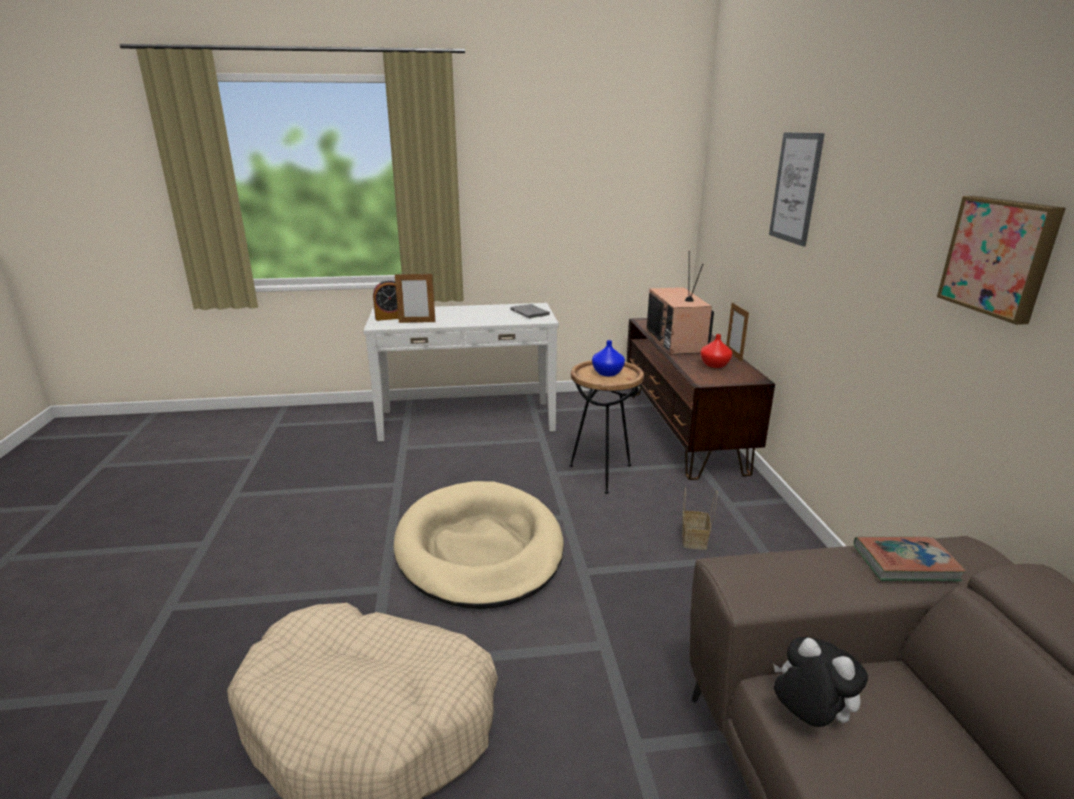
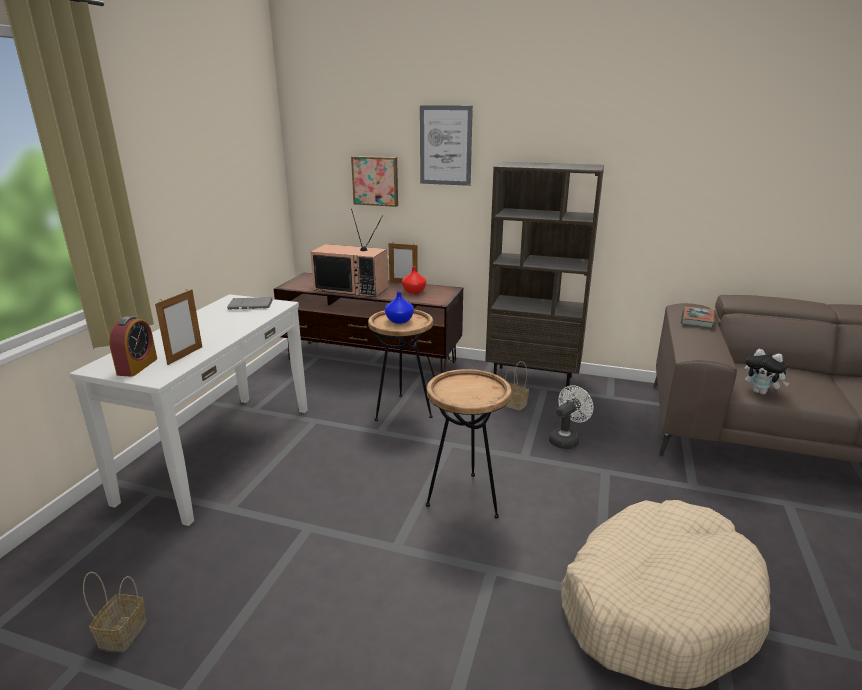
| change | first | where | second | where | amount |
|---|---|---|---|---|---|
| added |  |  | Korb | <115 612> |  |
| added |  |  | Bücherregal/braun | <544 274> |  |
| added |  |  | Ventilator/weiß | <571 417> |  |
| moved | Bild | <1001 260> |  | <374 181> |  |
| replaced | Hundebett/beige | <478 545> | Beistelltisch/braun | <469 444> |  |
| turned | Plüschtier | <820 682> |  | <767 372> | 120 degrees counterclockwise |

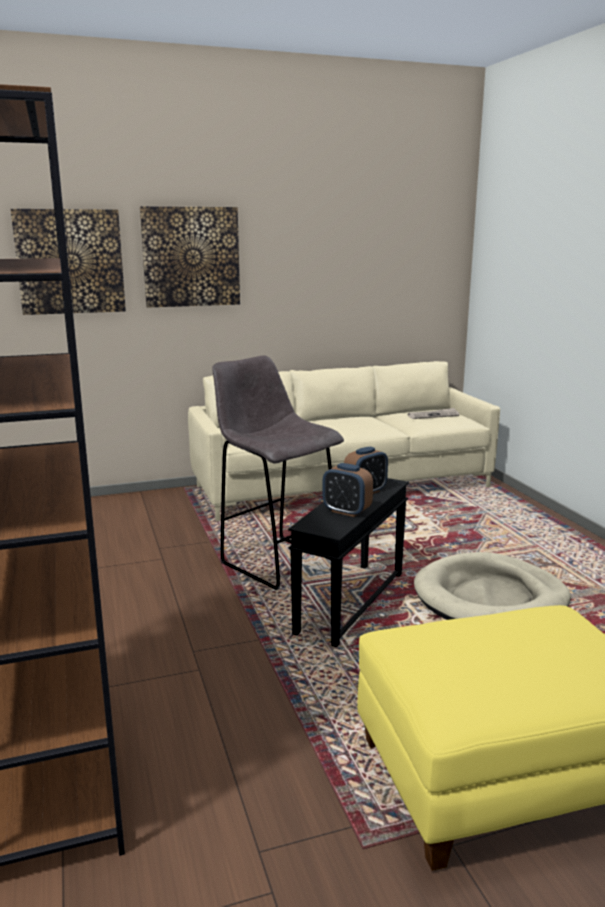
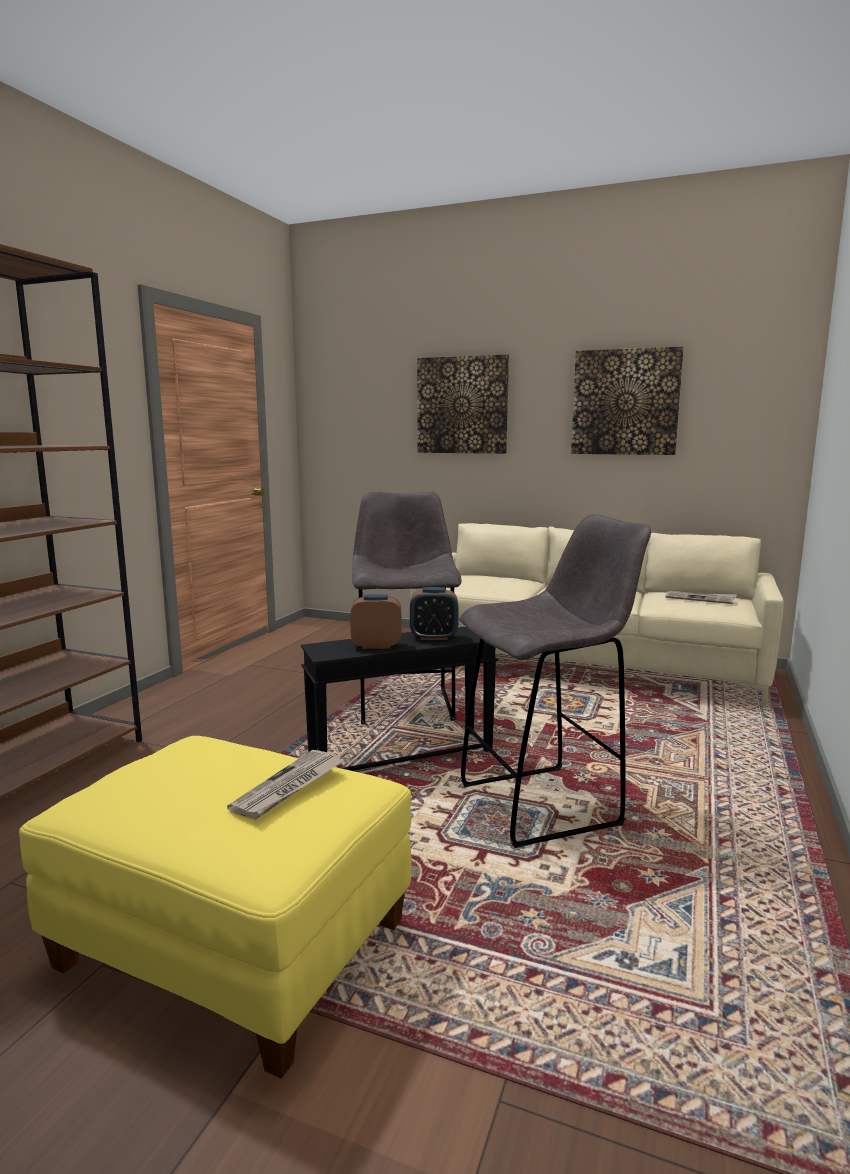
| change | first | where | second | where | amount |
|---|---|---|---|---|---|
| added |  |  | Zeitung | <285 785> |  |
| moved | Bild | <68 262> |  | <627 400> |  |
| replaced | Hundebett/beige | <492 586> | Hocker/grau | <555 681> |  |
| turned | Wecker | <347 490> |  | <376 621> | 105 degrees clockwise |

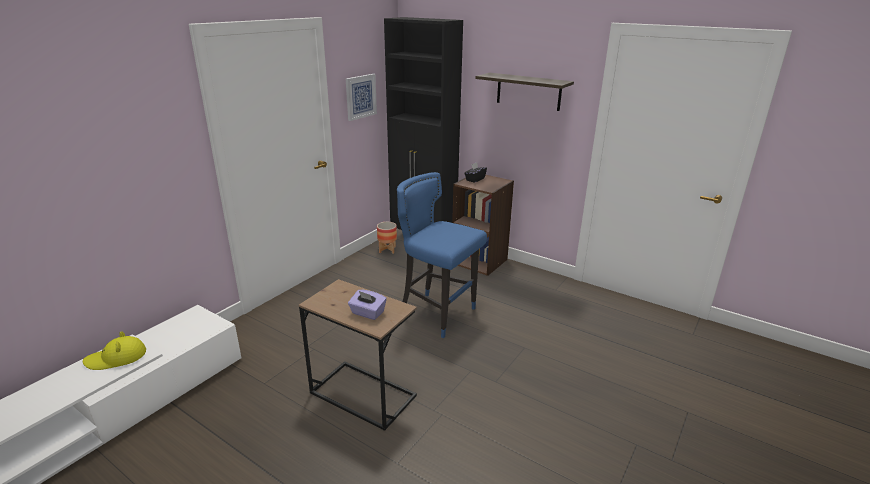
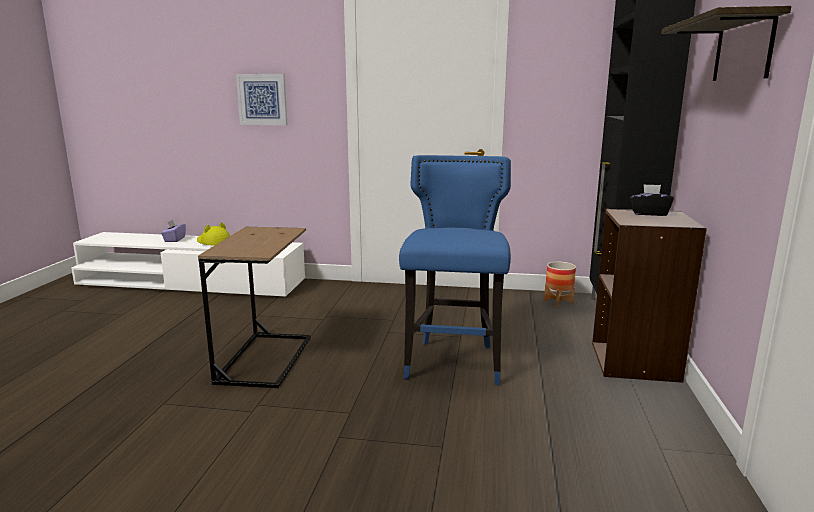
| change | first | where | second | where | amount |
|---|---|---|---|---|---|
| moved | Bild | <361 97> |  | <261 99> |  |
| moved | Taschentuchbox/lila | <367 305> |  | <173 230> |  |

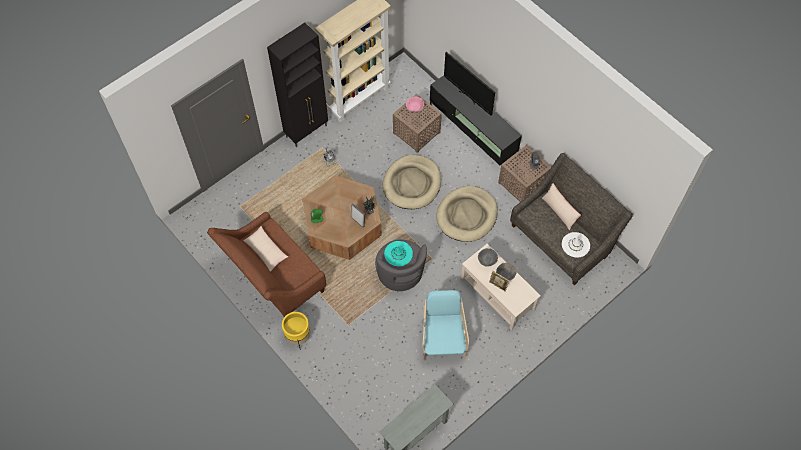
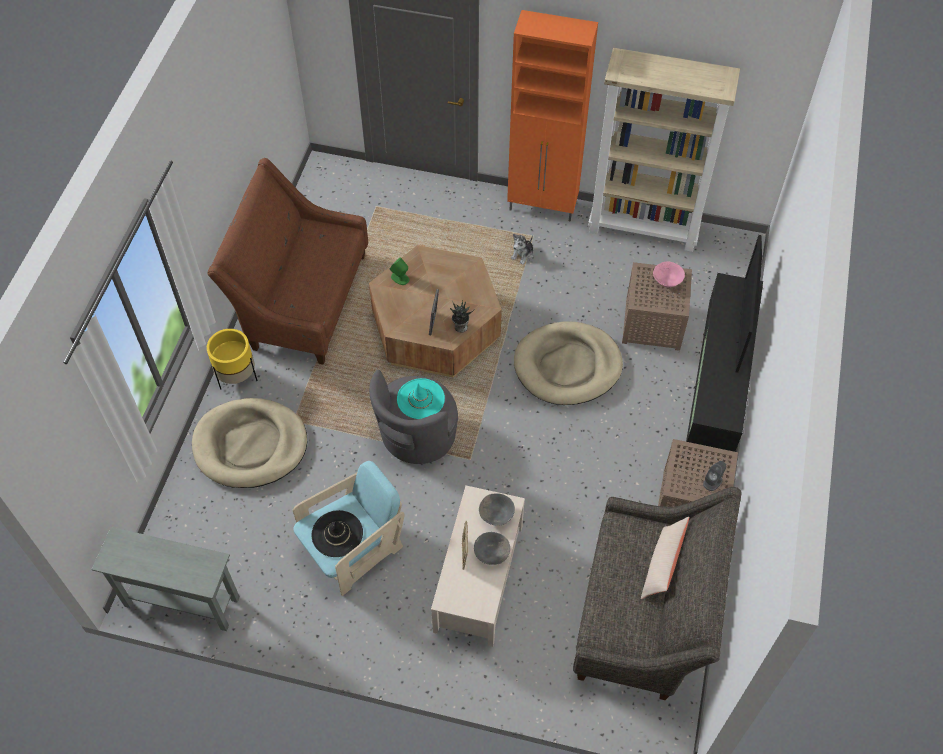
| change | first | where | second | where | amount |
|---|---|---|---|---|---|
| removed | Kissen/beige | <266 249> |  |  |  |
| removed | Hut/weiß | <576 245> |  |  |  |
| added |  |  | Hut/schwarz | <337 533> |  |
| moved | Hundebett/beige | <467 214> |  | <249 443> |  |
| recoloured | Schrank/schwarz | <297 85> | Schrank/orange | <552 116> |  |

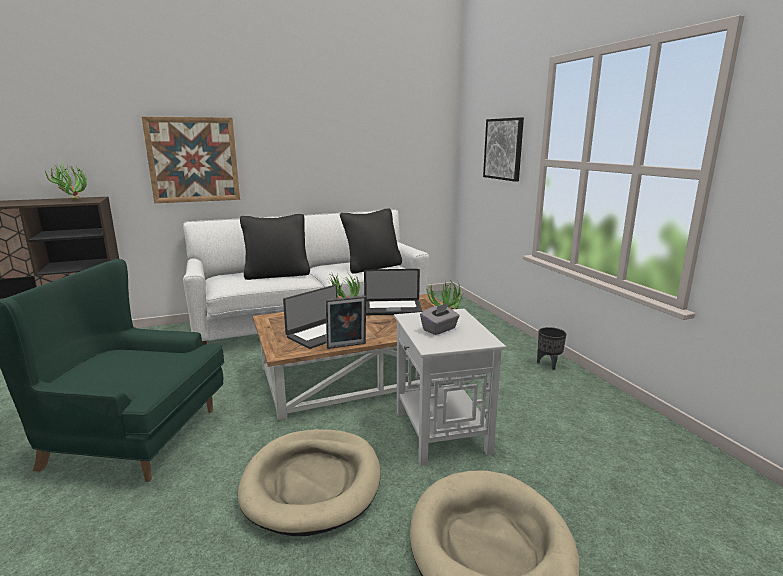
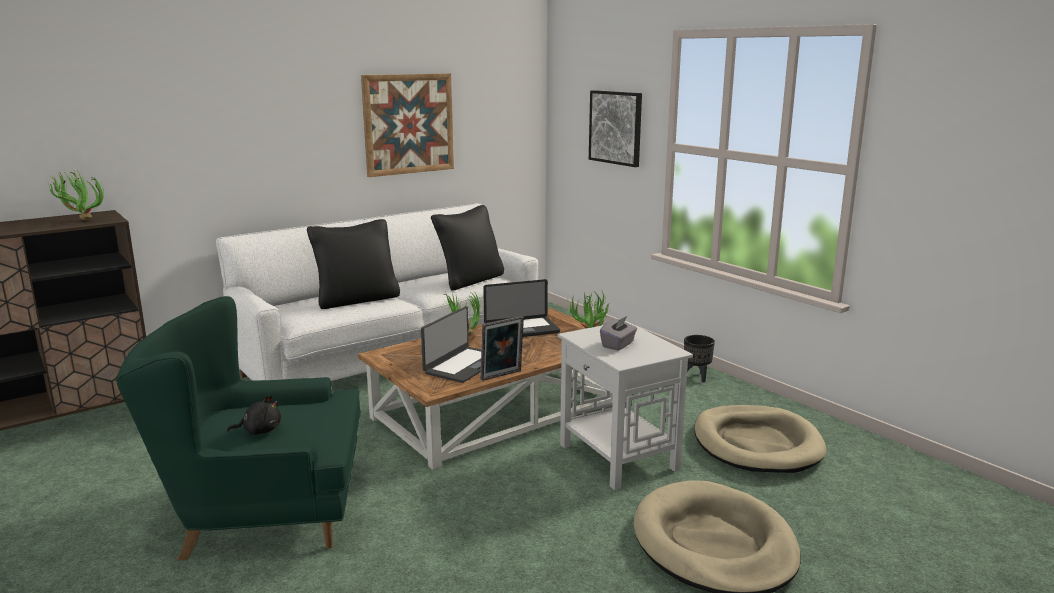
| change | first | where | second | where | amount |
|---|---|---|---|---|---|
| added |  |  | Plüschtier/schwarz | <254 415> |  |
| moved | Bild | <191 159> |  | <407 125> |  |
| moved | Hundebett/beige | <309 482> |  | <760 439> |  |

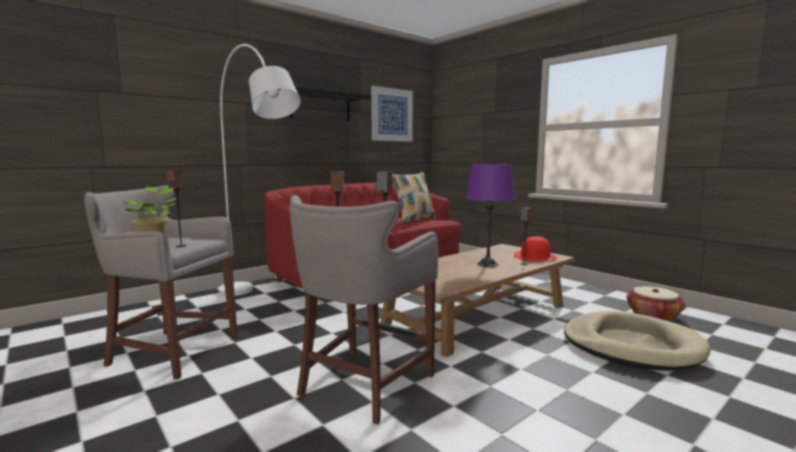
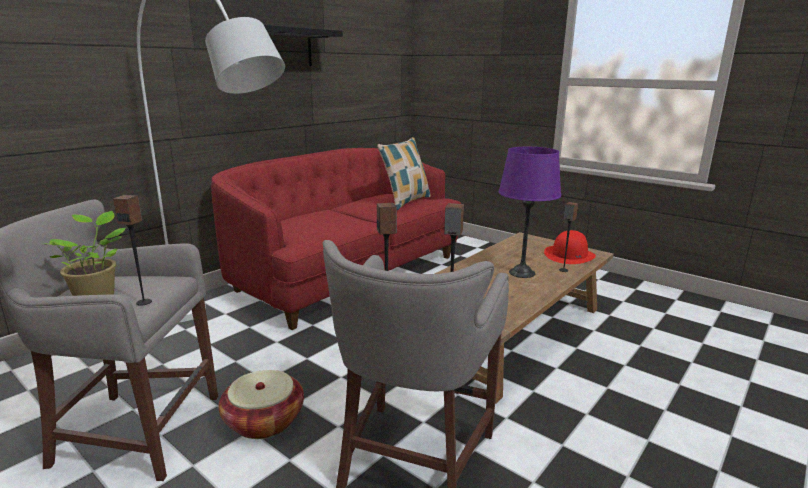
| change | first | where | second | where | amount |
|---|---|---|---|---|---|
| removed | Bild | <392 114> |  |  |  |
| removed | Hundebett/beige | <637 341> |  |  |  |
| moved | Korb | <655 303> |  | <261 404> |  |

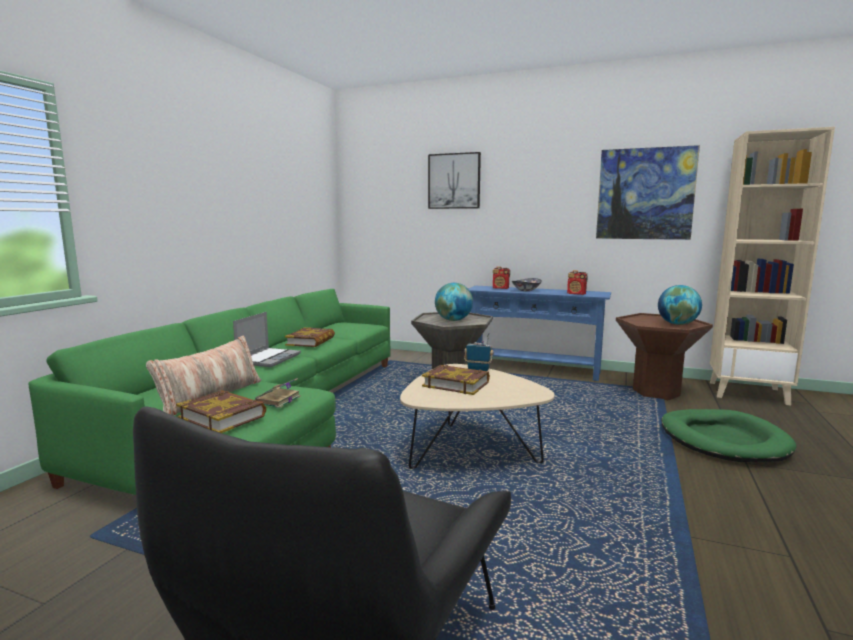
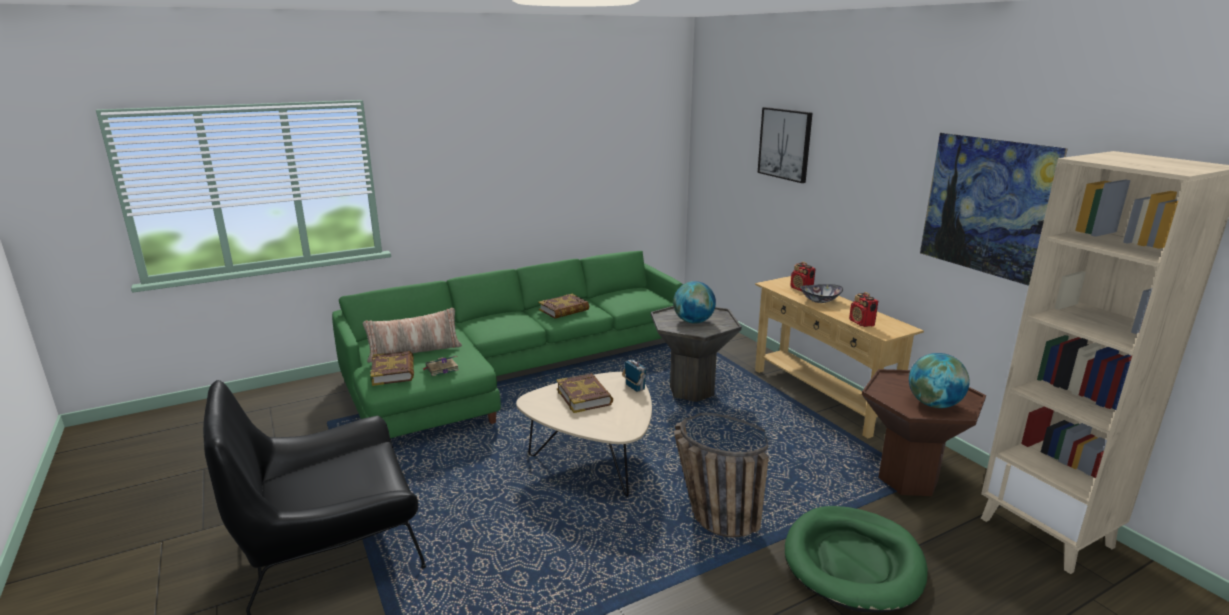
| change | first | where | second | where | amount |
|---|---|---|---|---|---|
| removed | Laptop | <267 339> |  |  |  |
| added |  |  | Korb | <721 475> |  |
| recoloured | Konsolentisch/blau | <539 333> | Konsolentisch/beige | <839 357> |  |

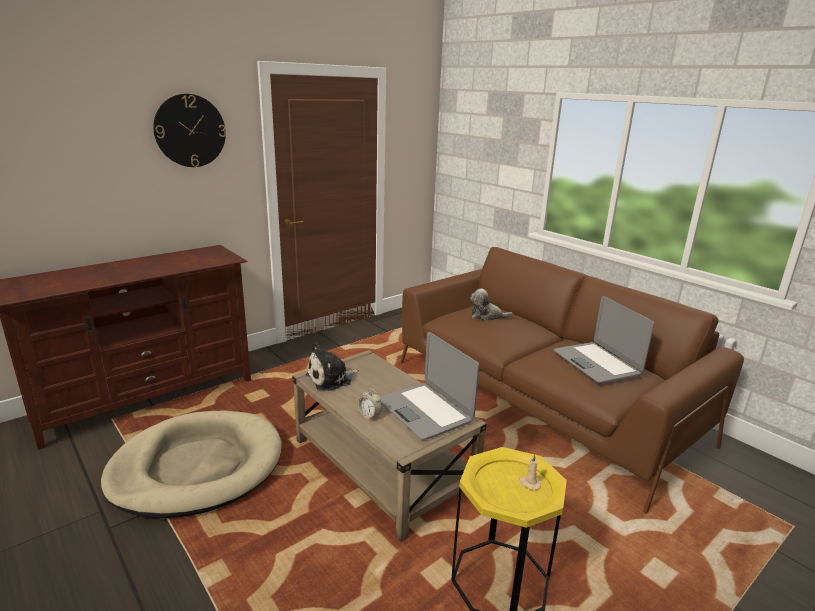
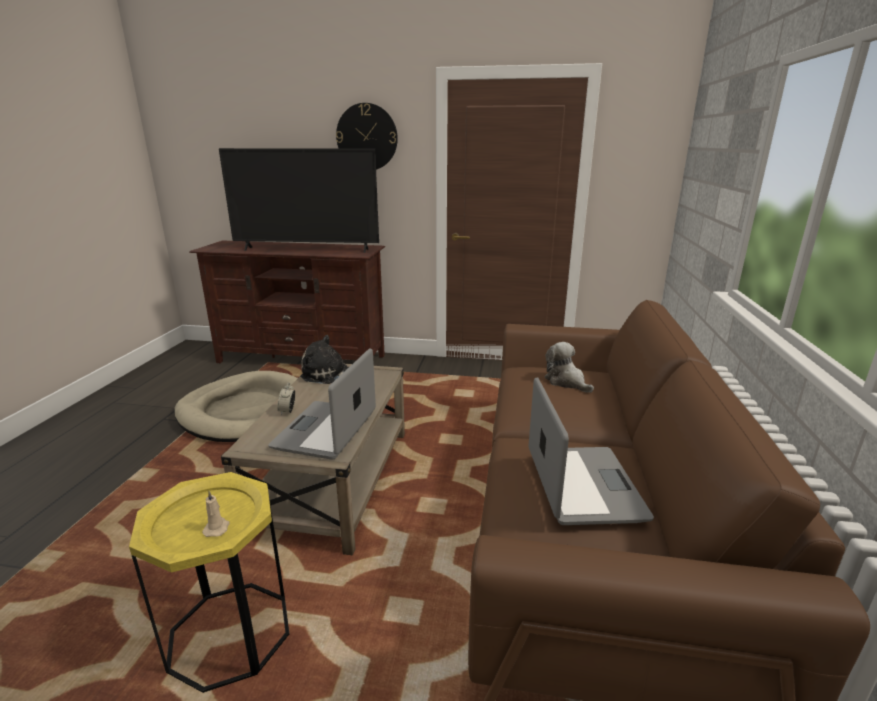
| change | first | where | second | where | amount |
|---|---|---|---|---|---|
| added |  |  | Fernseher | <299 200> |  |
| turned | Laptop | <603 339> |  | <591 451> | 150 degrees clockwise |

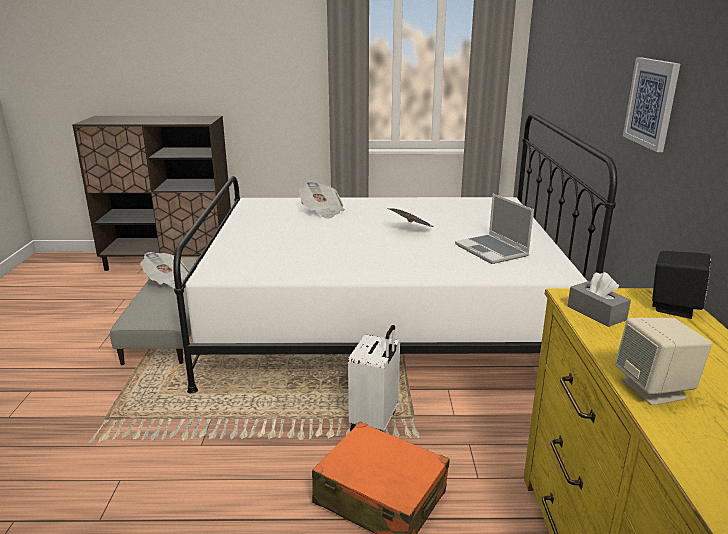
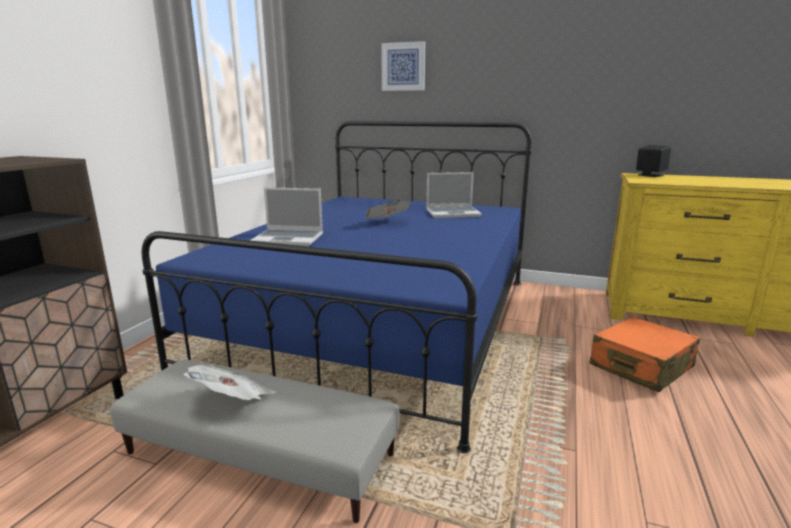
| change | first | where | second | where | amount |
|---|---|---|---|---|---|
| removed | Koffer/weiß | <374 378> |  |  |  |
| removed | Taschentuchbox/grau | <599 299> |  |  |  |
| removed | Lautsprecher/beige | <663 362> |  |  |  |
| moved | Bild | <651 105> |  | <403 66> |  |
| replaced | Zeitung | <322 200> | Laptop | <286 217> |  |
| recoloured | Bett/weiß | <395 253> | Bett/blau | <336 287> |  |

